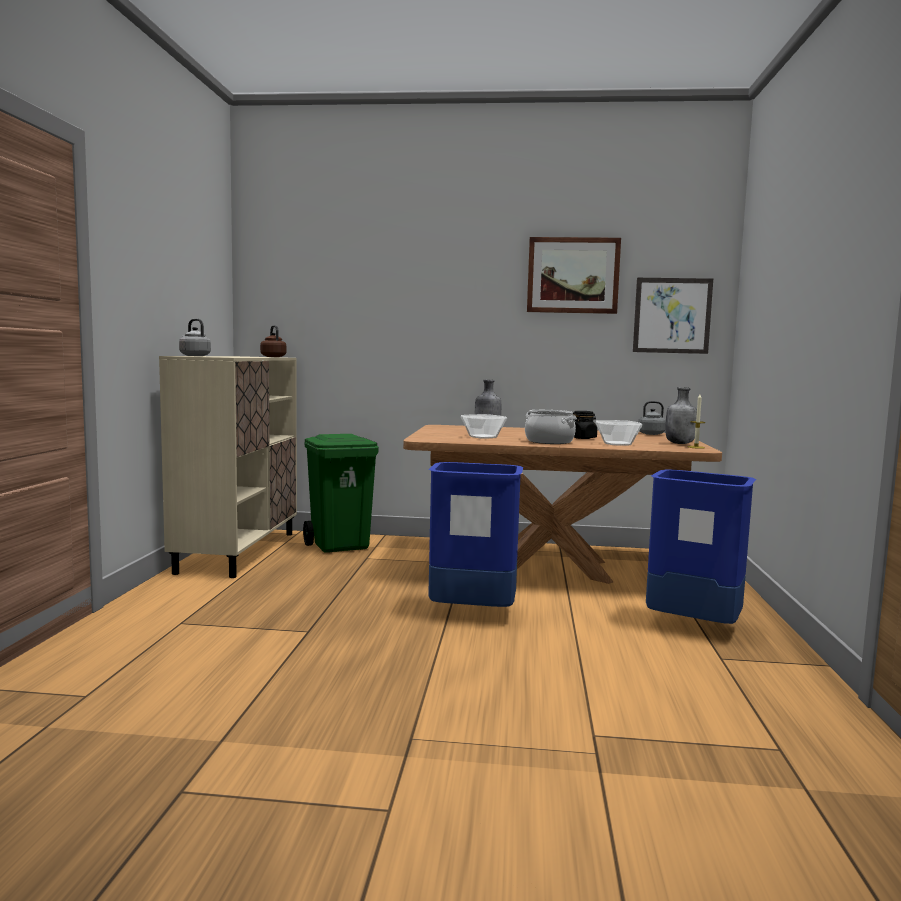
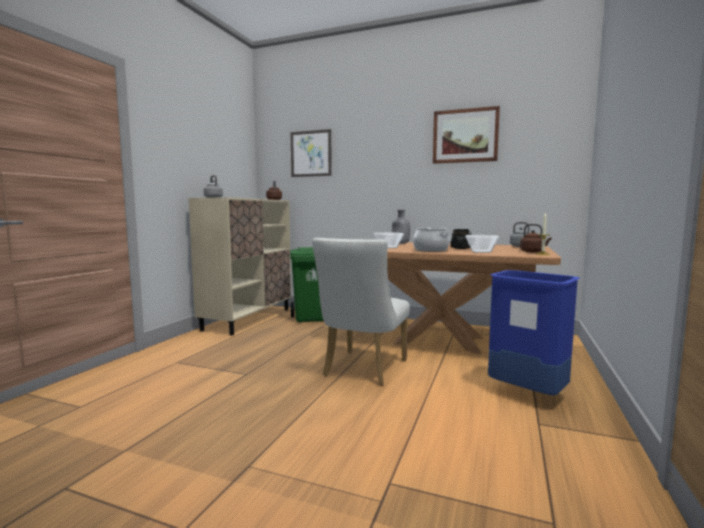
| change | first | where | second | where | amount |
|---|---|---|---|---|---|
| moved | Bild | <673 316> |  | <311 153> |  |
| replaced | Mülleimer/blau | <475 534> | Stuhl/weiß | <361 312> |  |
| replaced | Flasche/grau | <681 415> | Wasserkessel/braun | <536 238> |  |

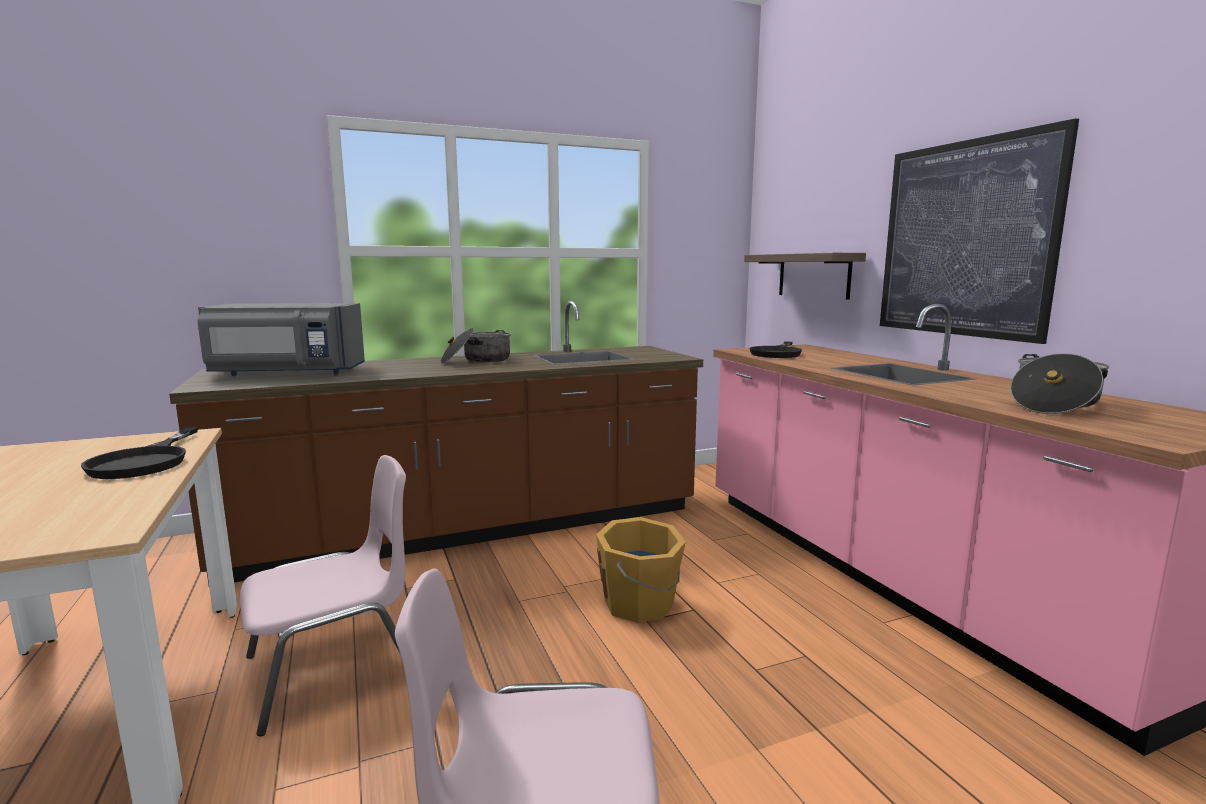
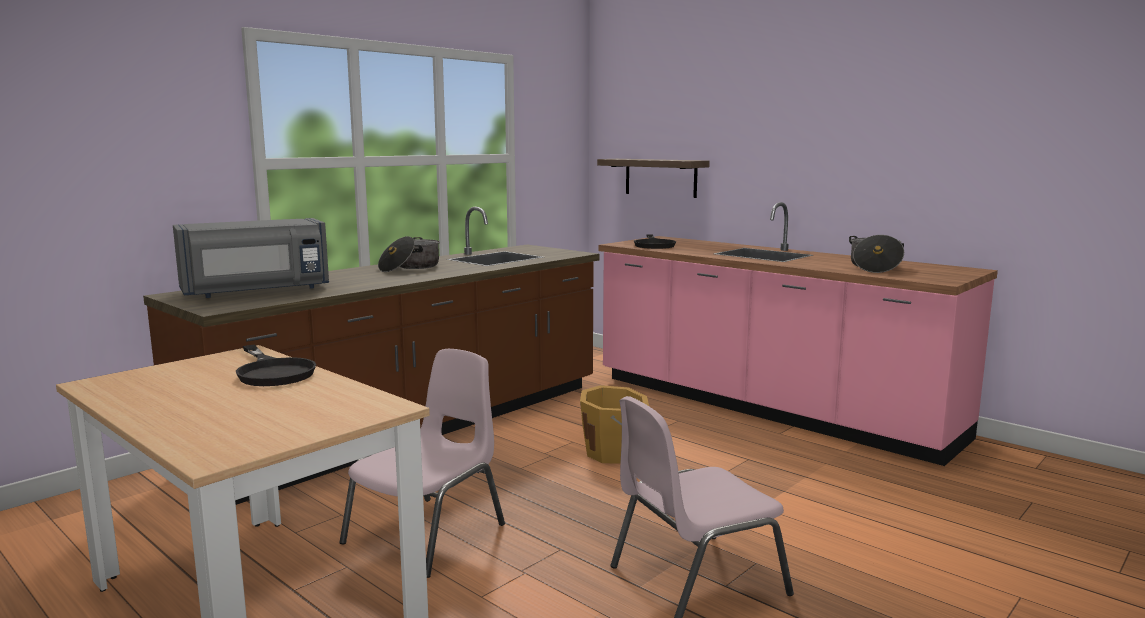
| change | first | where | second | where | amount |
|---|---|---|---|---|---|
| removed | Bild | <979 231> |  |  |  |

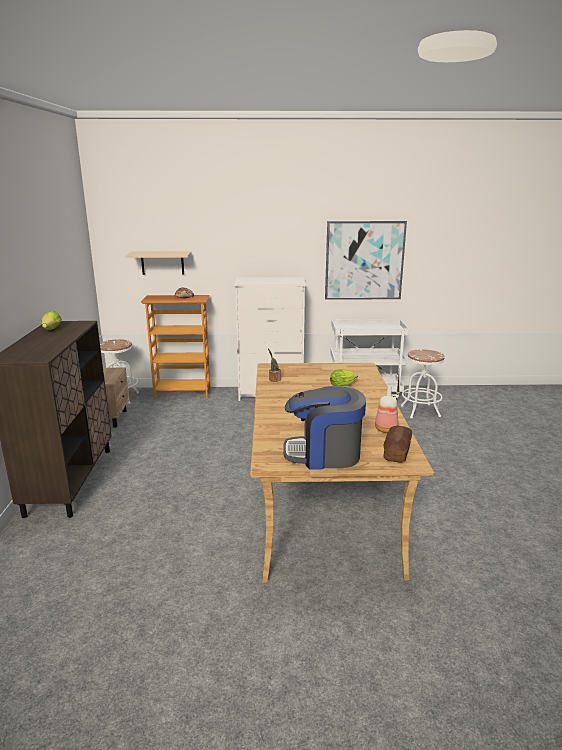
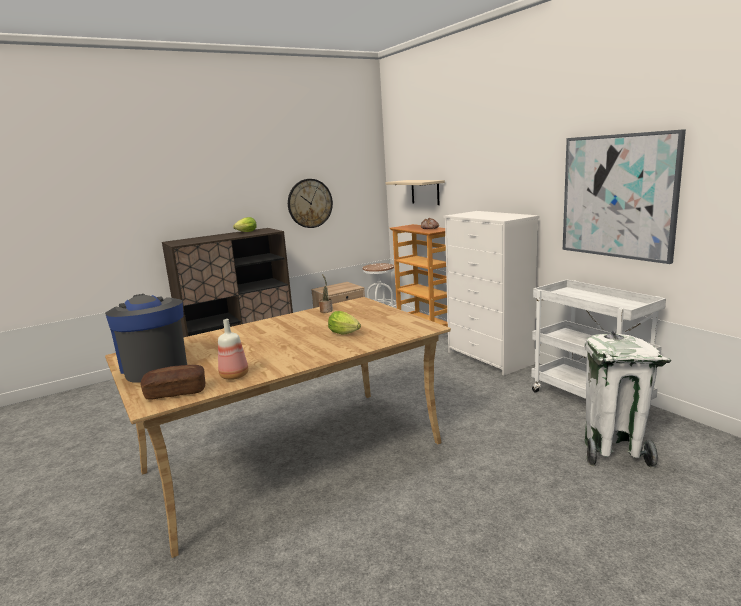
| change | first | where | second | where | amount |
|---|---|---|---|---|---|
| added |  |  | Wanduhr | <310 203> |  |
| replaced | Hocker/weiß | <423 383> | Mülleimer/weiß | <627 399> |  |

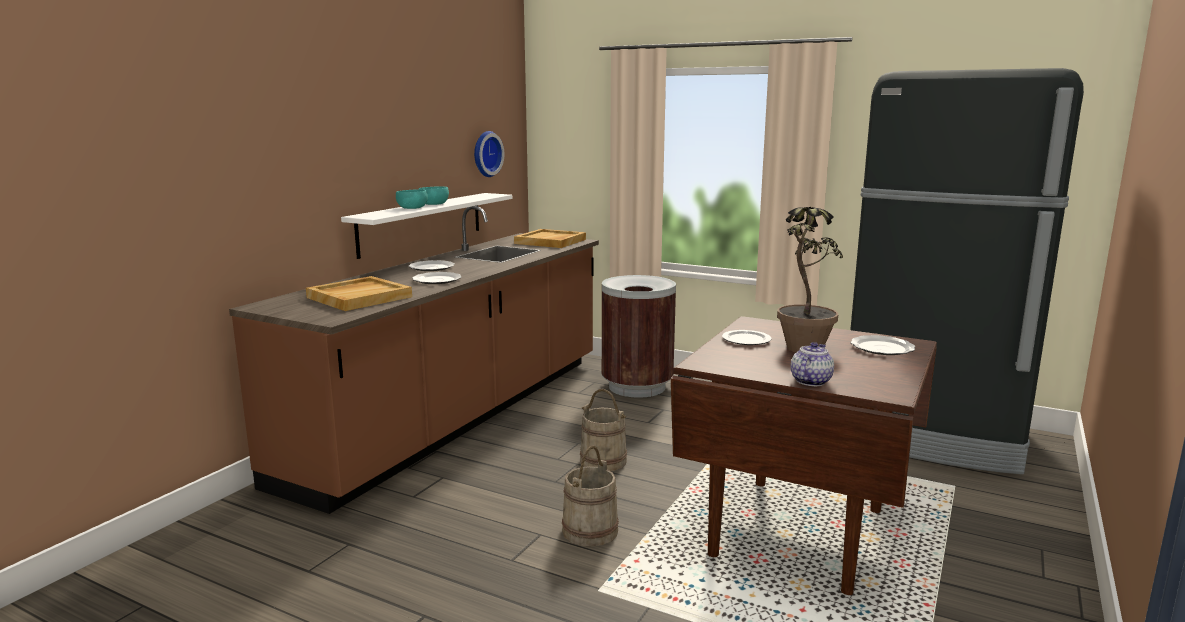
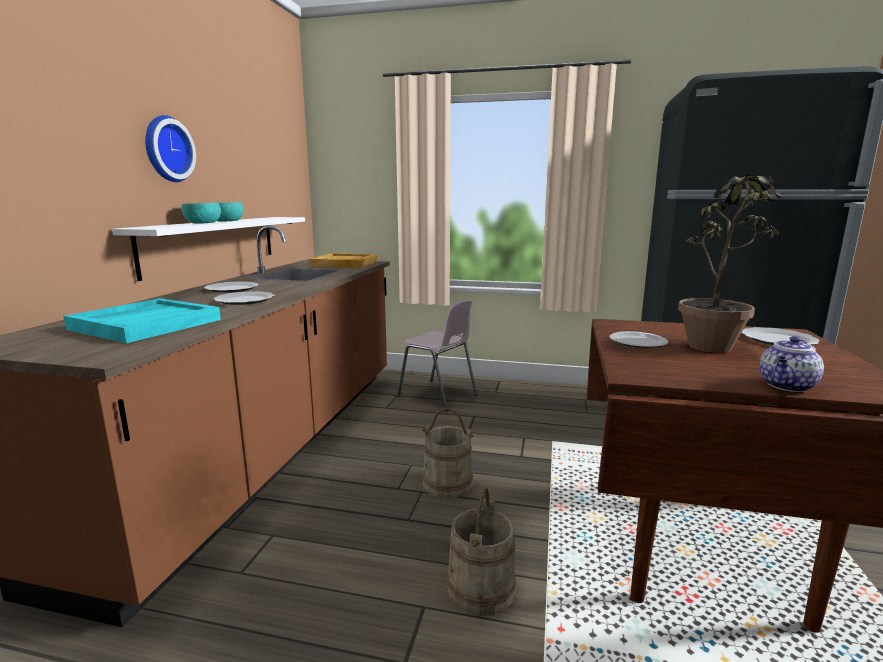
| change | first | where | second | where | amount |
|---|---|---|---|---|---|
| moved | Wanduhr | <489 154> |  | <170 148> |  |
| replaced | Mülleimer/braun | <638 336> | Stuhl/rosa | <437 355> |  |
| recoloured | Tablett/beige | <359 293> | Tablett/türkis | <142 320> |  |
| turned | Teekanne | <812 364> |  | <791 364> | 150 degrees counterclockwise |

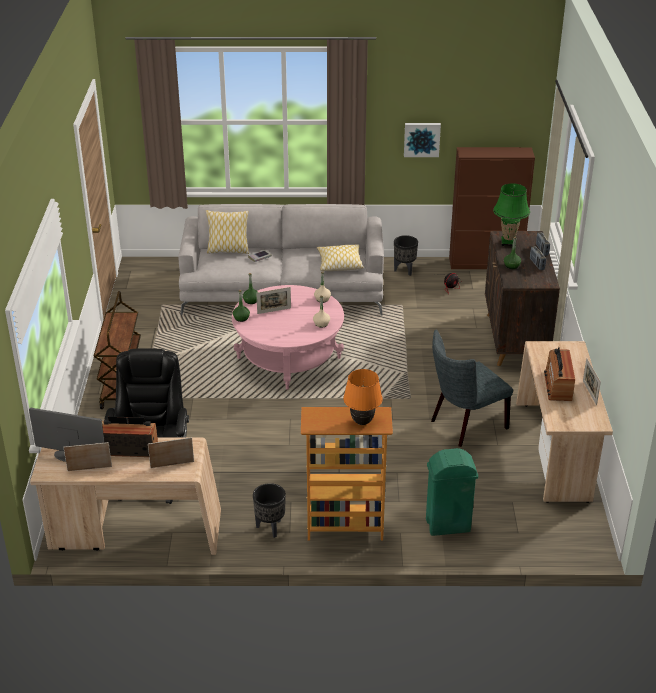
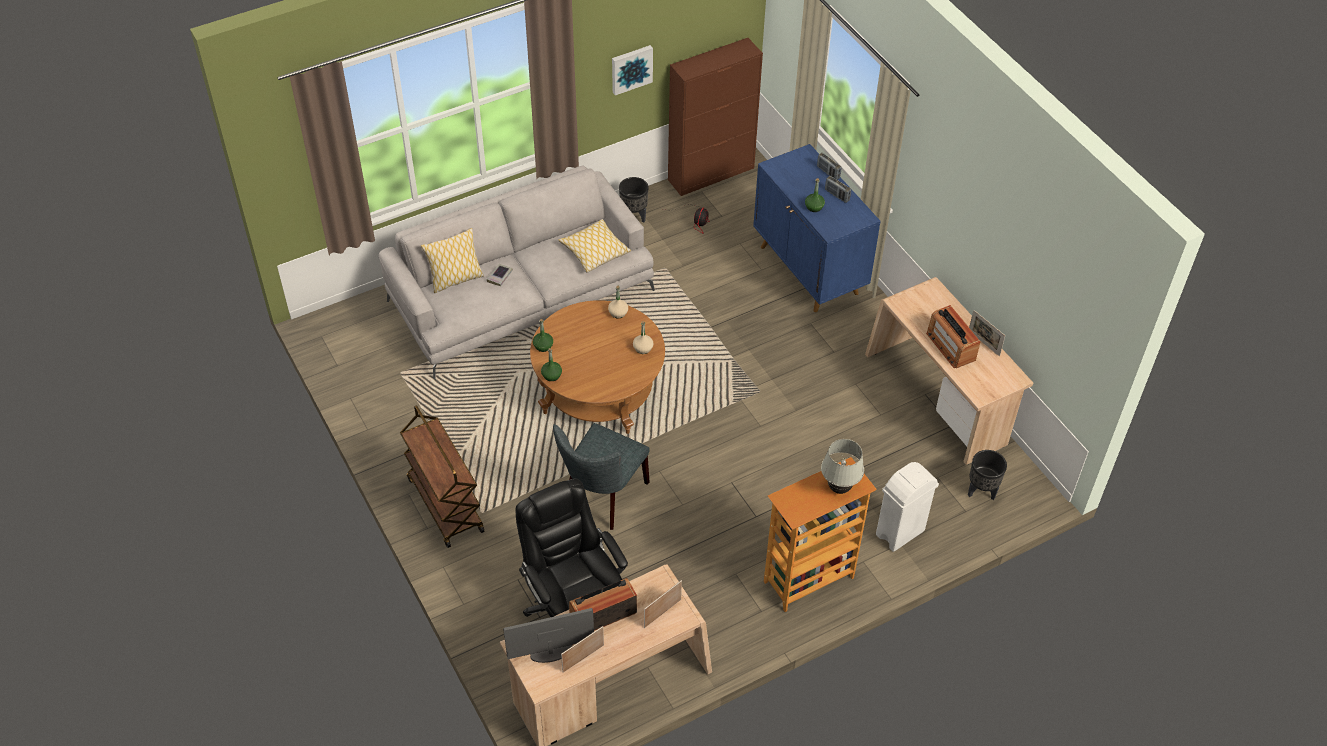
| change | first | where | second | where | amount |
|---|---|---|---|---|---|
| removed | Bilderrahmen | <273 300> |  |  |  |
| removed | Tischlampe/grün | <511 215> |  |  |  |
| moved | Pflanzkübel/schwarz | <269 510> |  | <987 475> |  |
| moved | Stuhl/grau | <472 388> |  | <601 476> |  |
| recoloured | Couchtisch/rosa | <288 337> | Couchtisch/braun | <597 367> |  |
| recoloured | Tischlampe/orange | <363 397> | Tischlampe/weiß | <842 466> |  |
| recoloured | Mülleimer/grün | <452 492> | Mülleimer/weiß | <907 507> |  |
| recoloured | Schrank/braun | <522 298> | Schrank/blau | <817 228> |  |

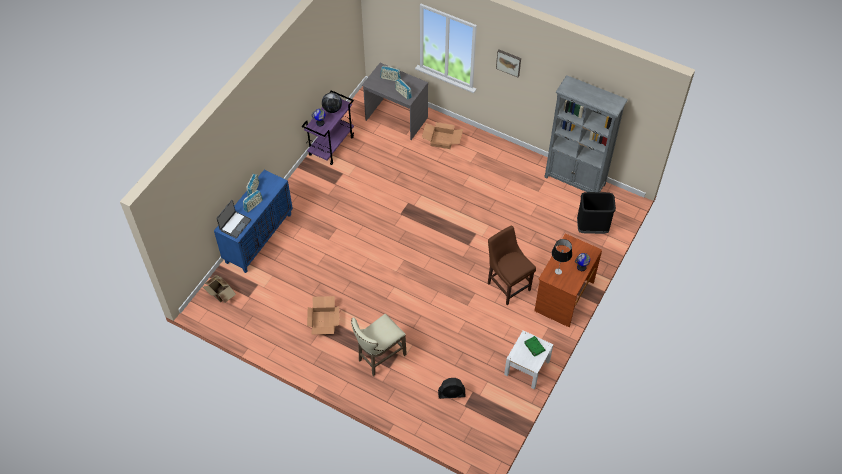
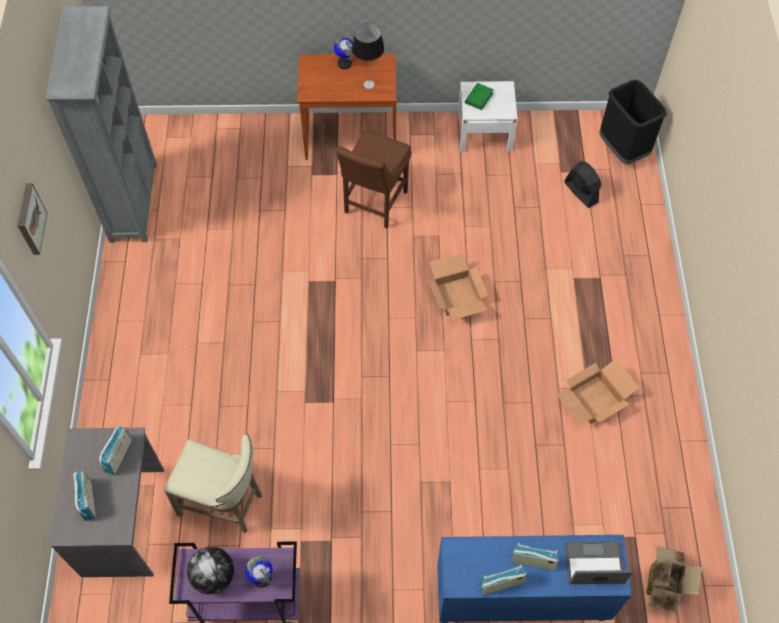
| change | first | where | second | where | amount |
|---|---|---|---|---|---|
| moved | Hocker/beige | <379 345> |  | <213 483> |  |
| moved | Karton | <442 135> |  | <458 286> |  |
| moved | Mülleimer/schwarz | <596 213> |  | <633 122> |  |

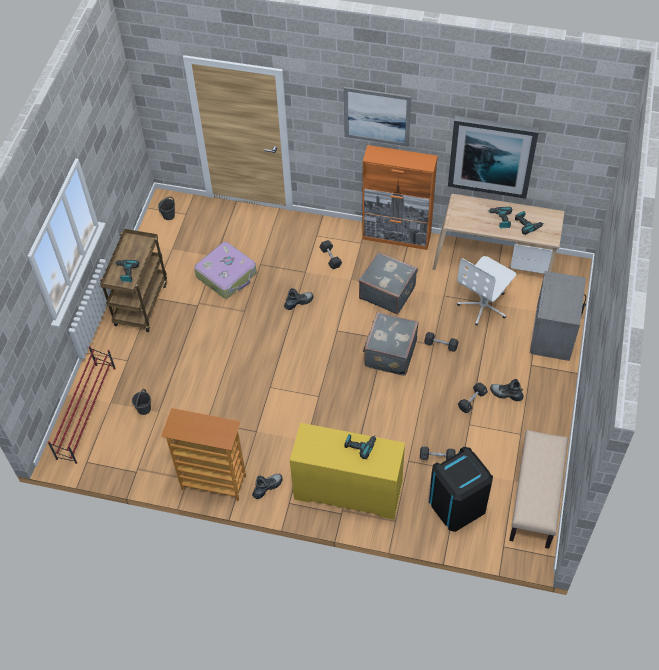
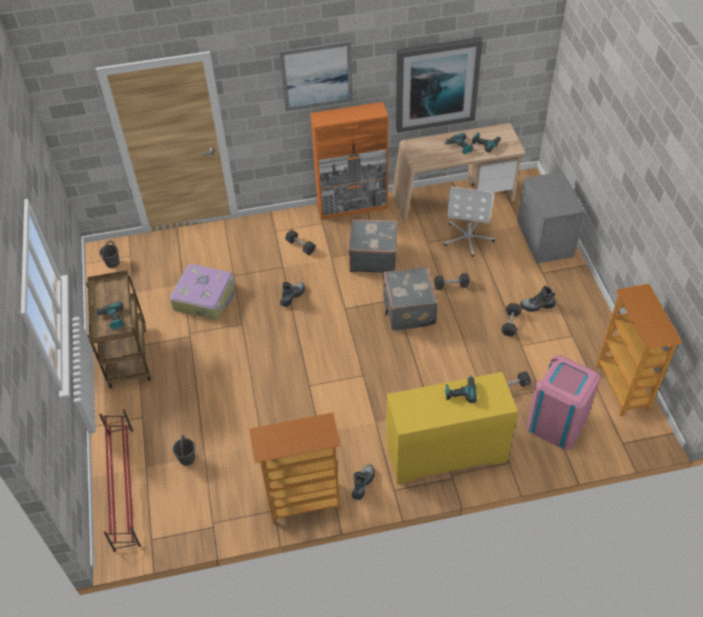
| change | first | where | second | where | amount |
|---|---|---|---|---|---|
| replaced | Bank/beige | <538 489> | Bücherregal | <639 350> |  |
| recoloured | Mülleimer/schwarz | <460 489> | Mülleimer/rosa | <563 402> |  |

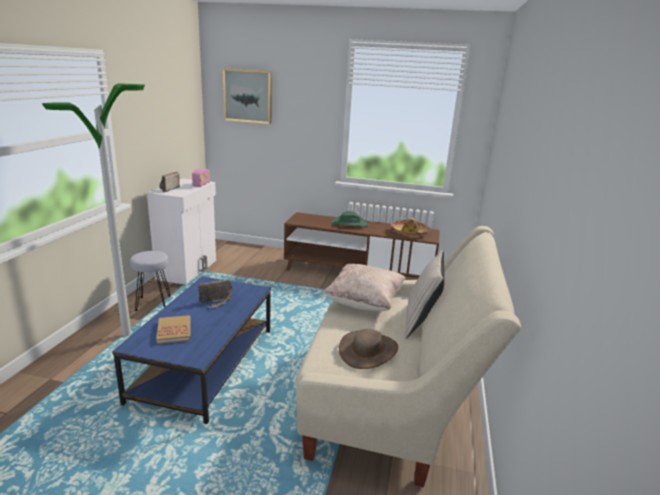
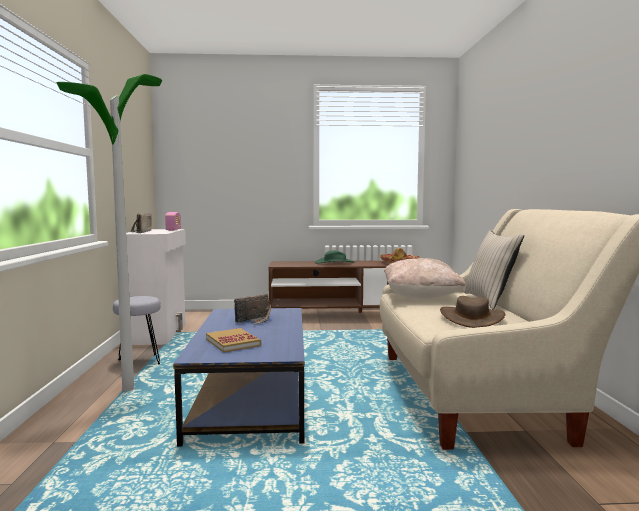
| change | first | where | second | where | amount |
|---|---|---|---|---|---|
| removed | Bild | <247 96> |  |  |  |

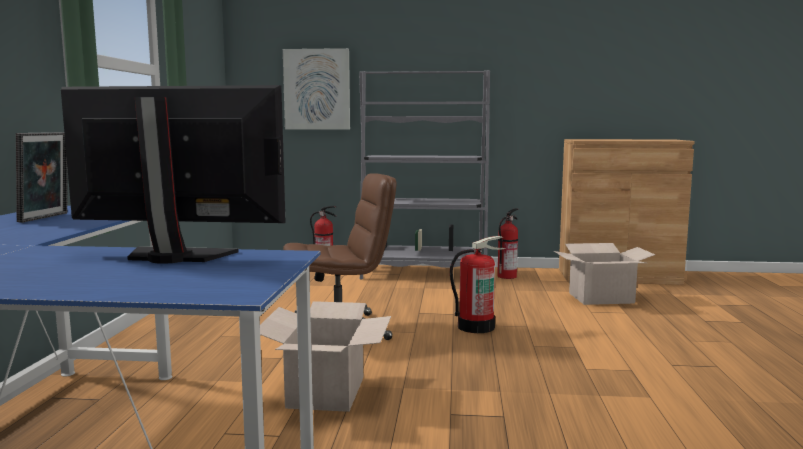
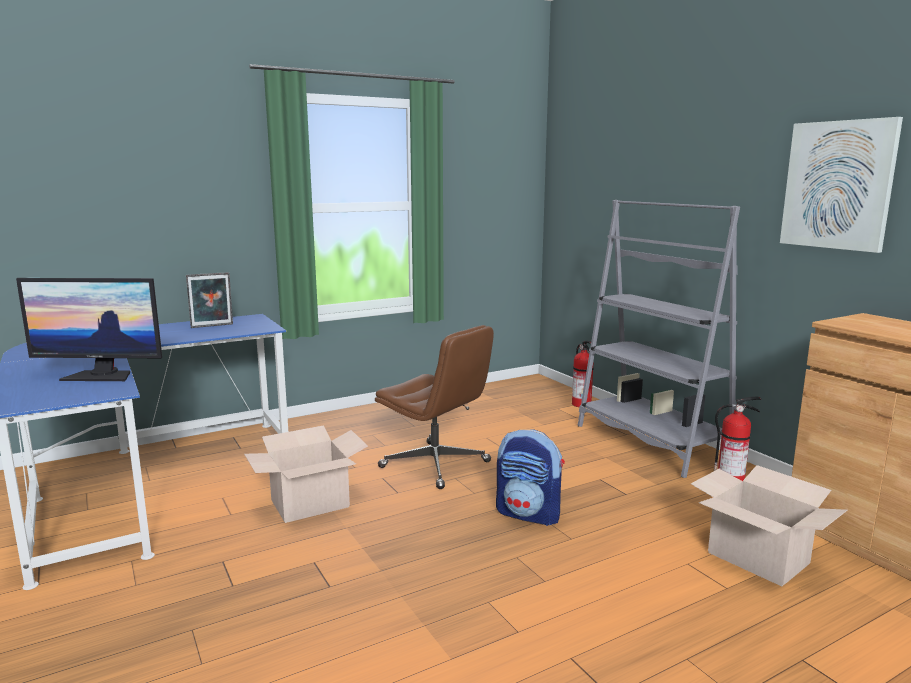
| change | first | where | second | where | amount |
|---|---|---|---|---|---|
| moved | Bild | <316 88> |  | <841 185> |  |
| replaced | Feuerlöscher | <477 284> | Rucksack | <530 477> |  |
| turned | Monitor | <173 174> |  | <89 329> | 120 degrees clockwise |

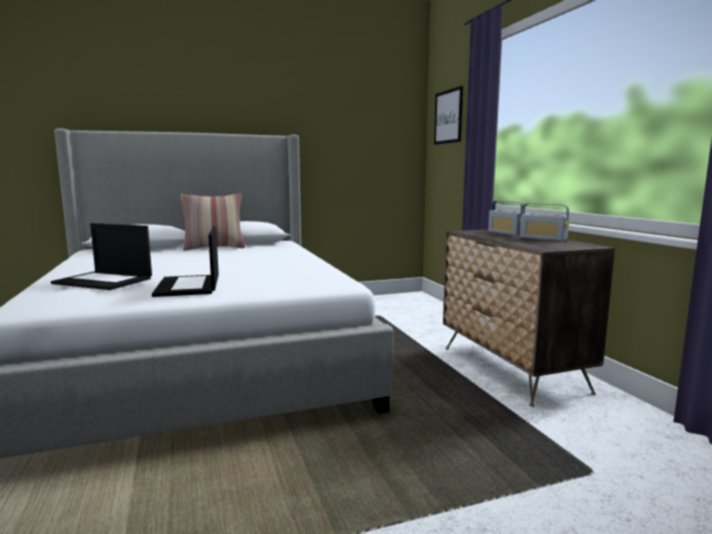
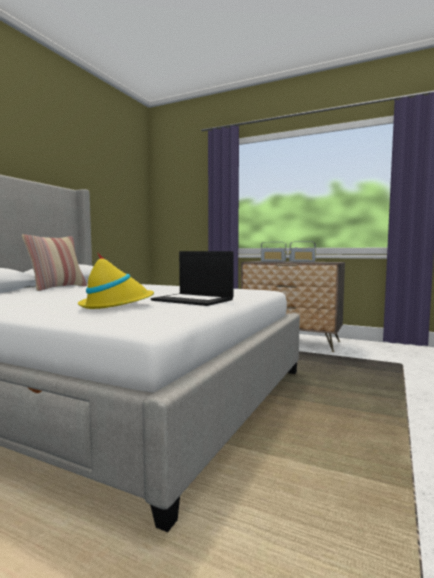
| change | first | where | second | where | amount |
|---|---|---|---|---|---|
| removed | Bild | <448 115> |  |  |  |
| replaced | Laptop | <101 256> | Hut/gelb | <116 280> |  |

